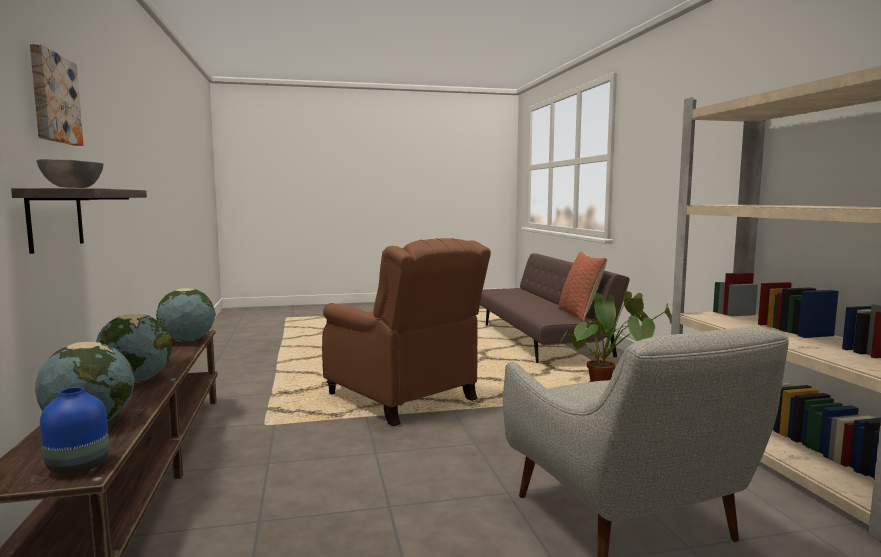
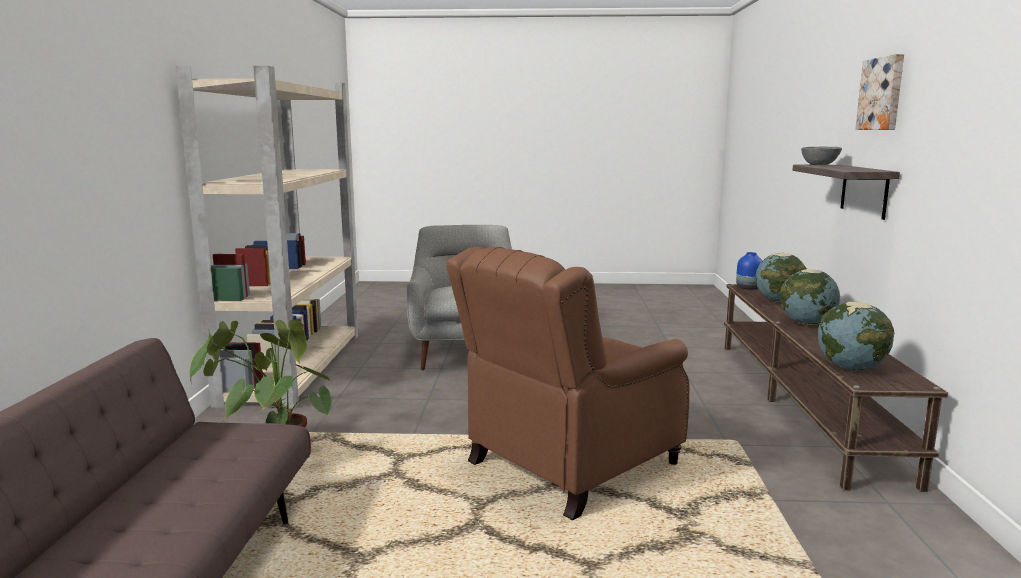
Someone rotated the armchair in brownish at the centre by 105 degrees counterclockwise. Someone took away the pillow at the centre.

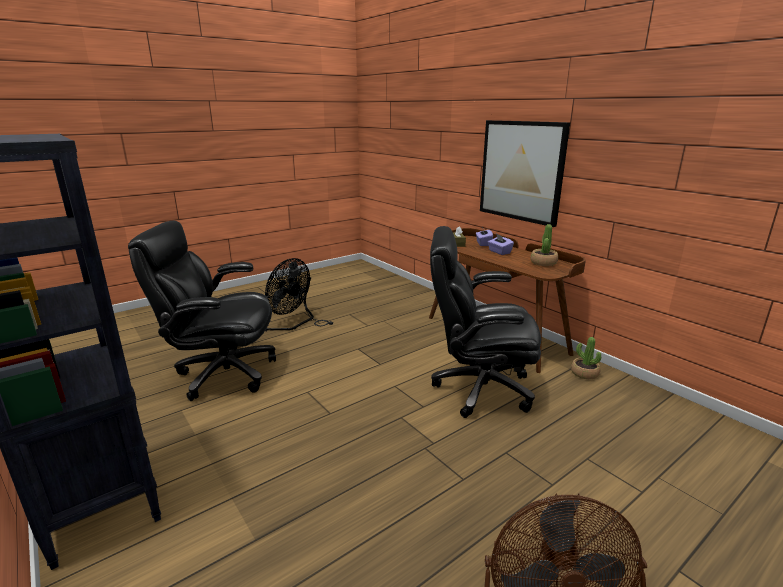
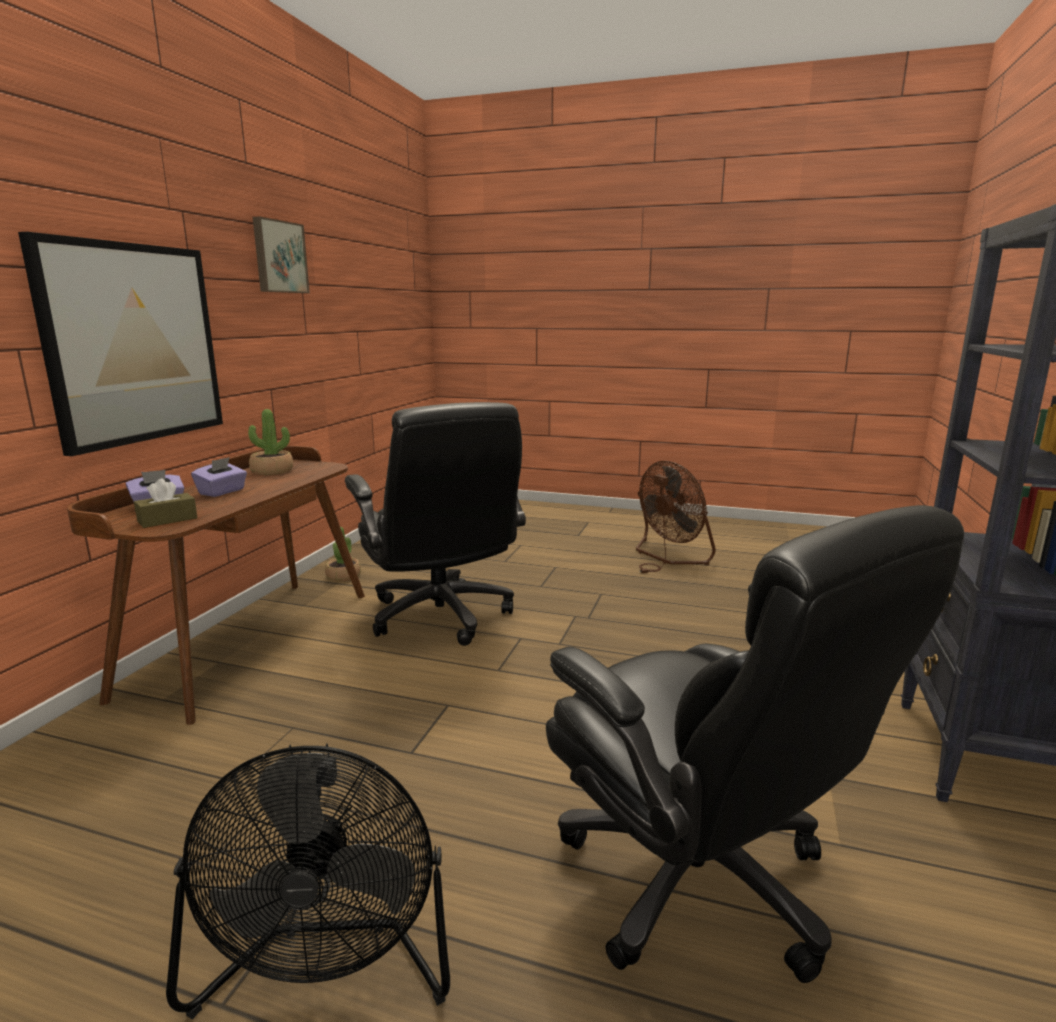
Someone put up the wall art (no. 2 from left) at the top left.

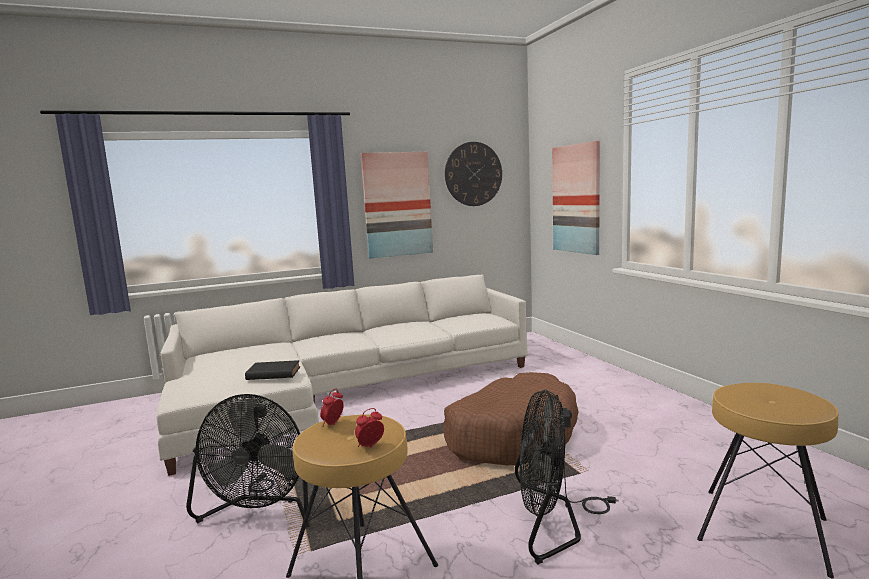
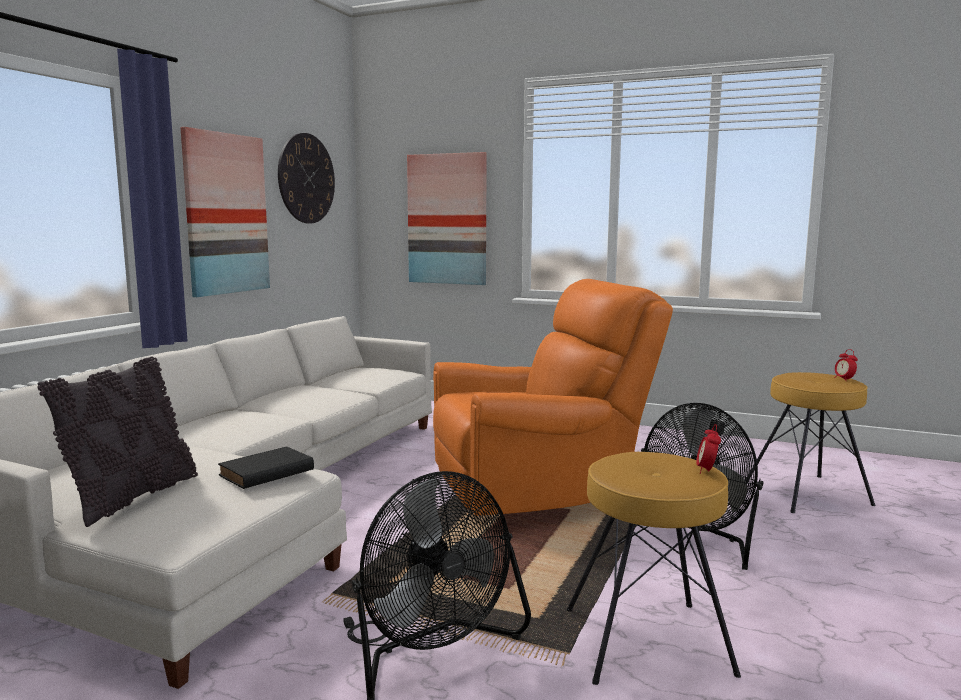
Someone put down the pillow in blackish at the middle left. Someone swapped the dog cushion in brownish at the bottom centre for the armchair in orange at the centre. Someone carried the bedside clock (no. 1 from left in the first image) from the bottom centre to the middle right.

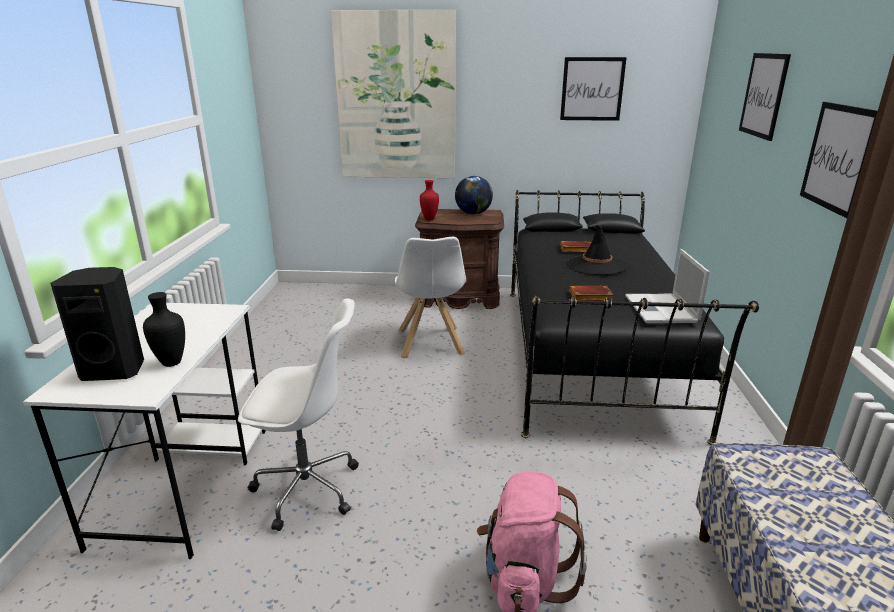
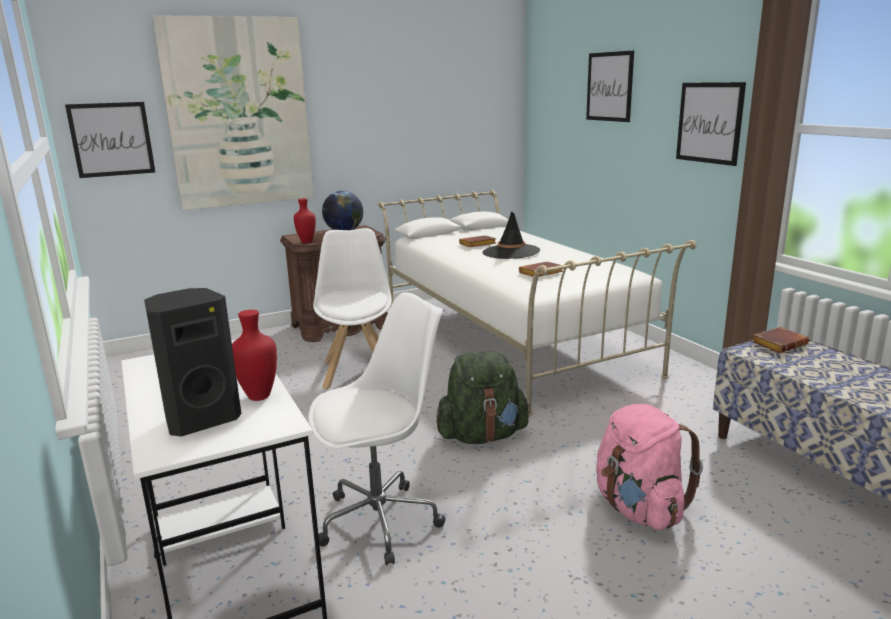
Someone carried the wall art (no. 2 from left in the first image) from the top centre to the top left. Someone repainted the vase in blackish at the middle left, which became the vase in reddish (no. 1 from left) at the middle left. Someone rotated the chair in white at the centre by 150 degrees counterclockwise. Someone repainted the bed in blackish at the middle right, which became the bed in white at the centre. Someone put down the backpack in green at the centre. Someone put down the bound book in brownish (no. 3 from left) at the middle right. Someone took away the portable computer at the middle right.

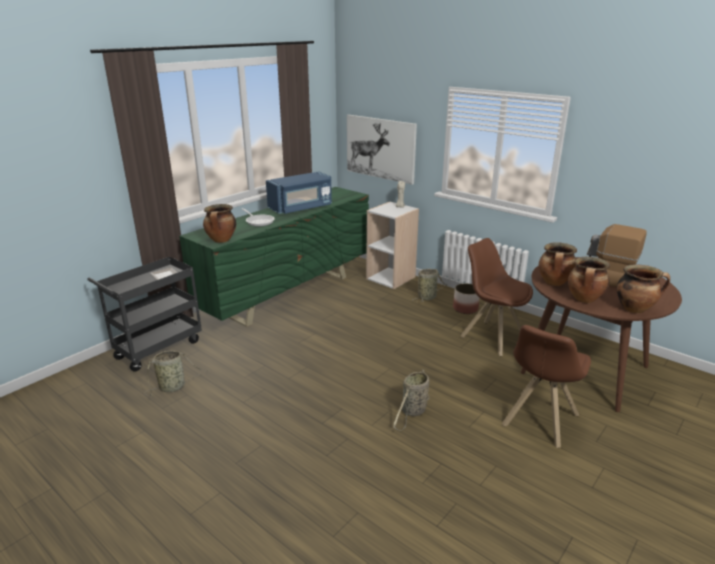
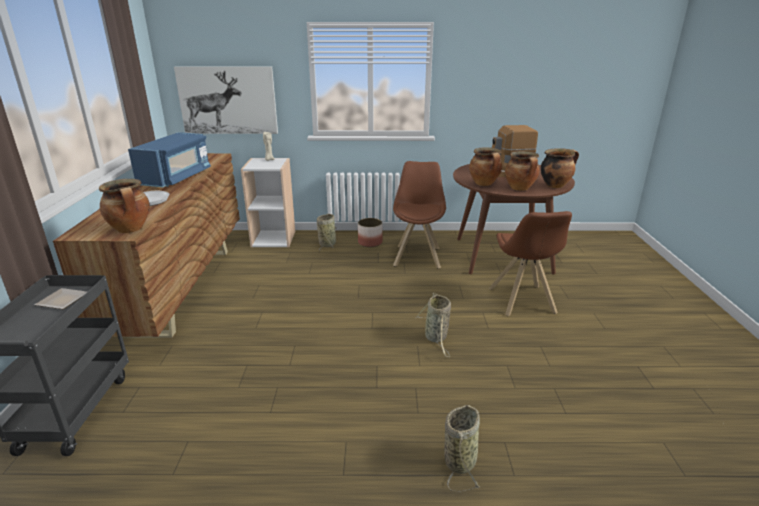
Someone repainted the storage cabinet in green at the centre, which became the storage cabinet in brownish at the middle left. Someone rotated the chair in brownish (no. 1 from left) at the middle right by 90 degrees clockwise. Someone carried the storage basket (no. 1 from left in the first image) from the middle left to the bottom centre.

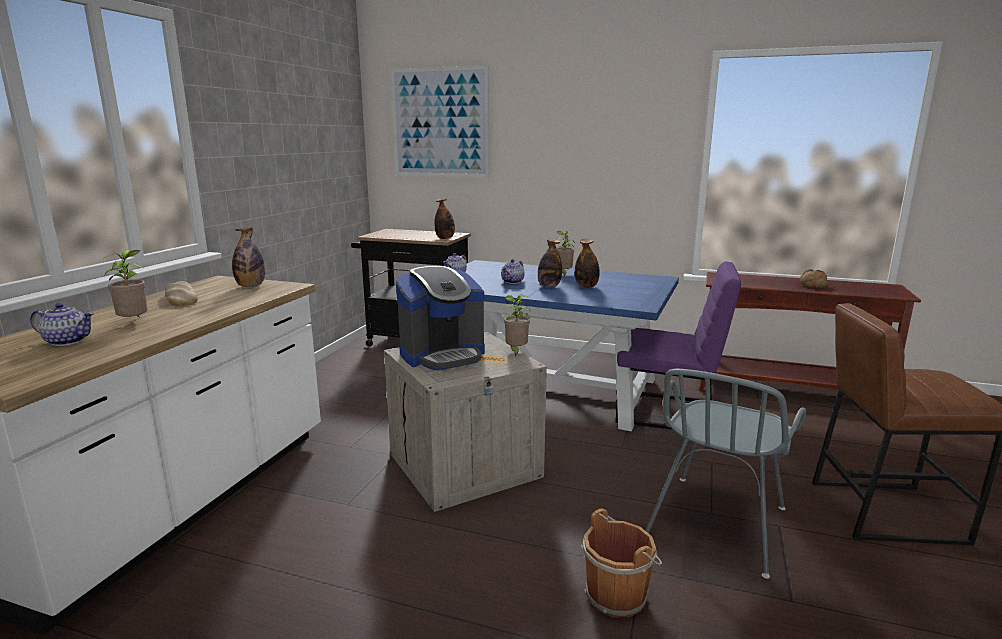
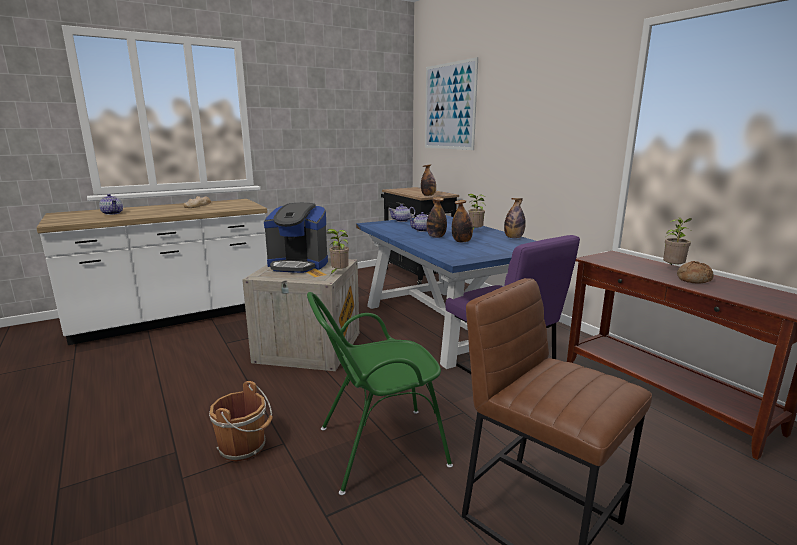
Someone repainted the chair in gray at the bottom right, which became the chair in green at the bottom centre. Someone carried the bottle (no. 1 from left in the first image) from the middle left to the centre. Someone carried the plant in a pot (no. 1 from left in the first image) from the middle left to the middle right.

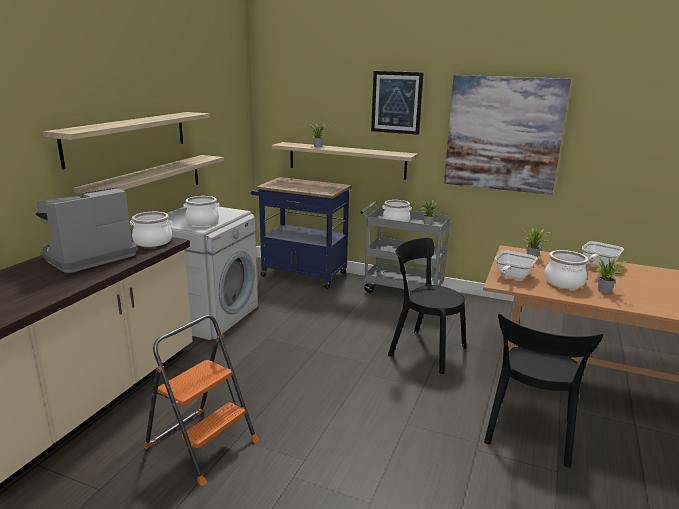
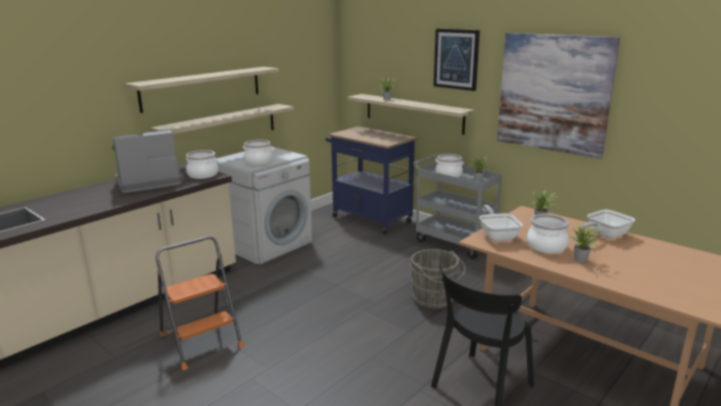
Someone swapped the chair in blackish (no. 1 from left) at the centre for the pail in gray at the bottom centre. Someone rotated the frying pan (no. 1 from left) at the middle right by 120 degrees clockwise.

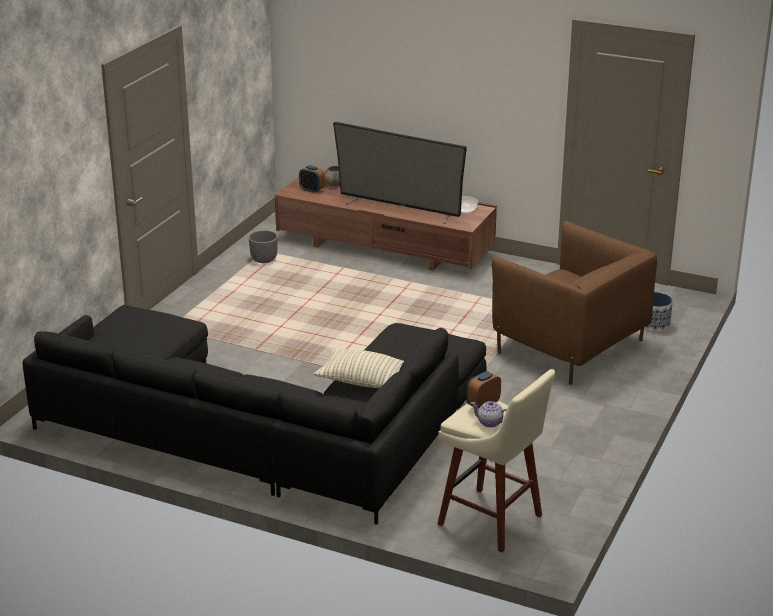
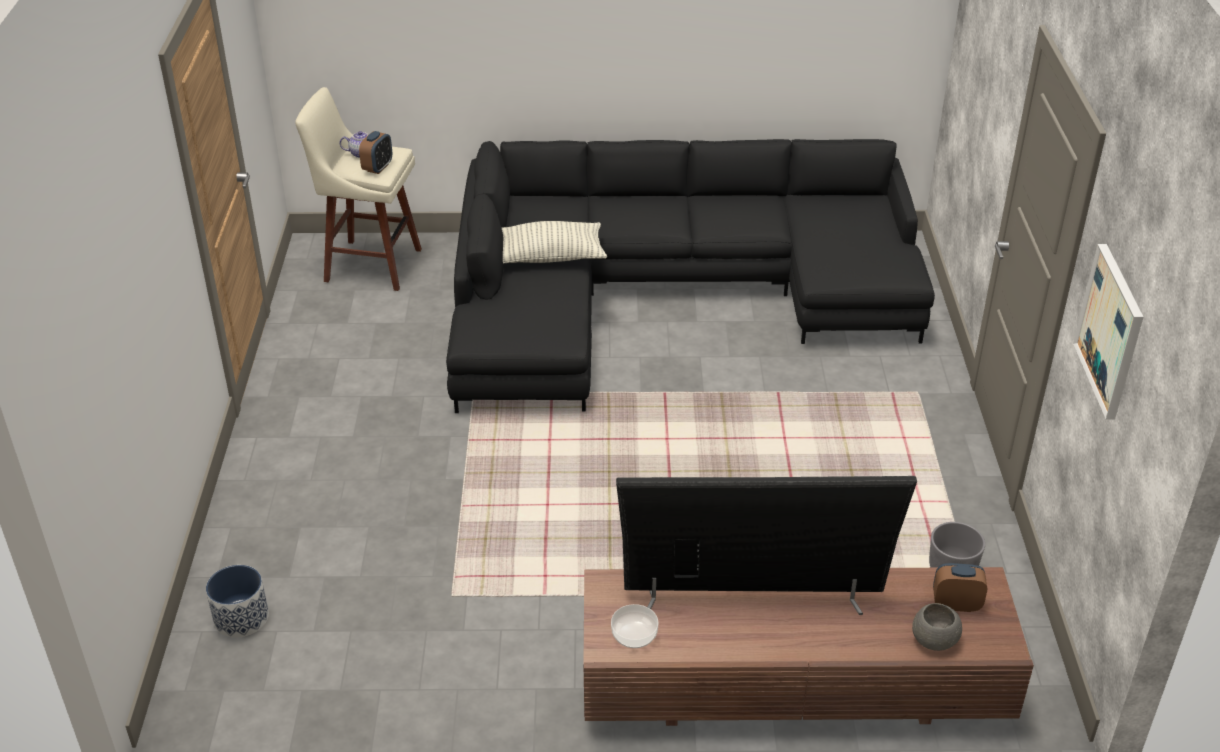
Someone put up the wall art at the middle right. Someone took away the armchair in brownish at the middle right.

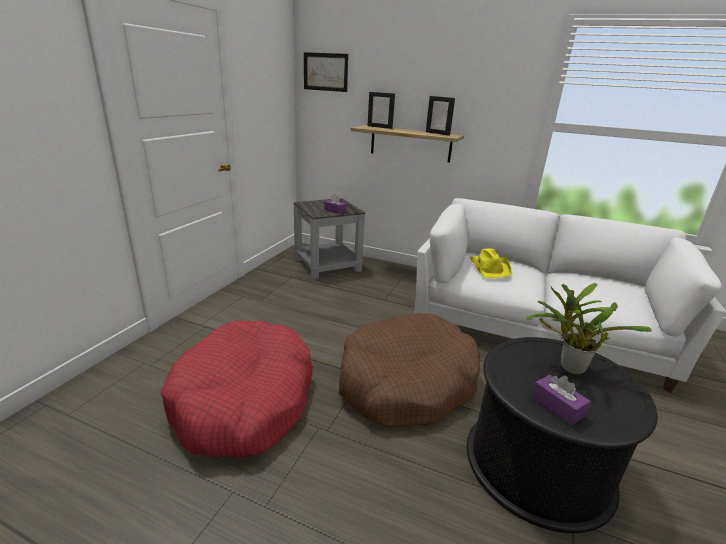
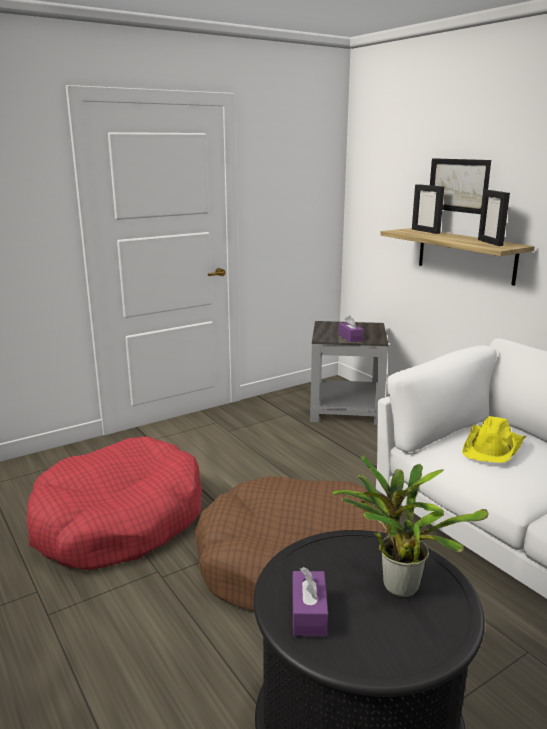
Someone carried the wall art from the top centre to the top right.

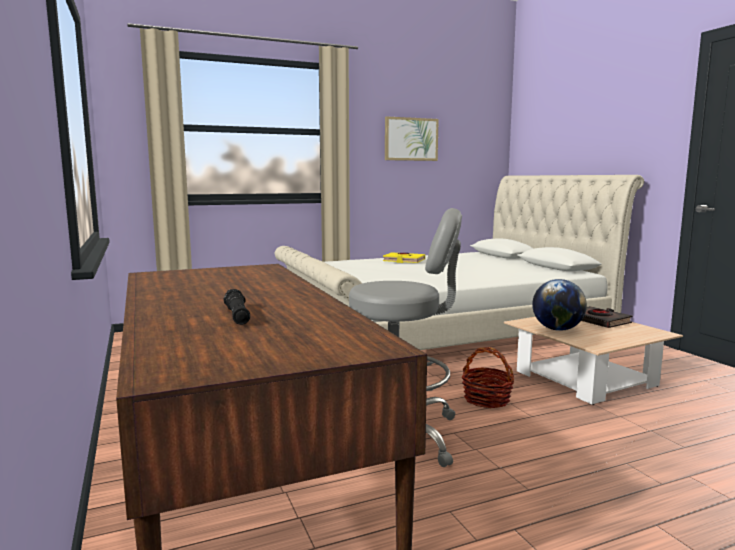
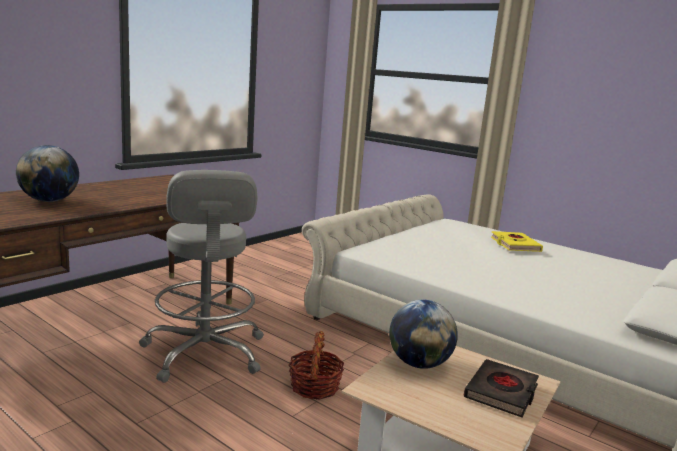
Someone swapped the flashlight in blackish at the middle left for the world globe (no. 1 from left) at the middle left. Someone took away the wall art at the top centre.

